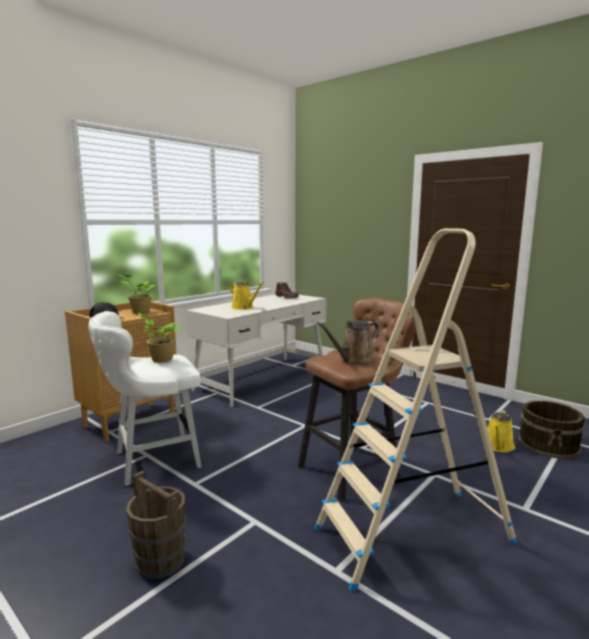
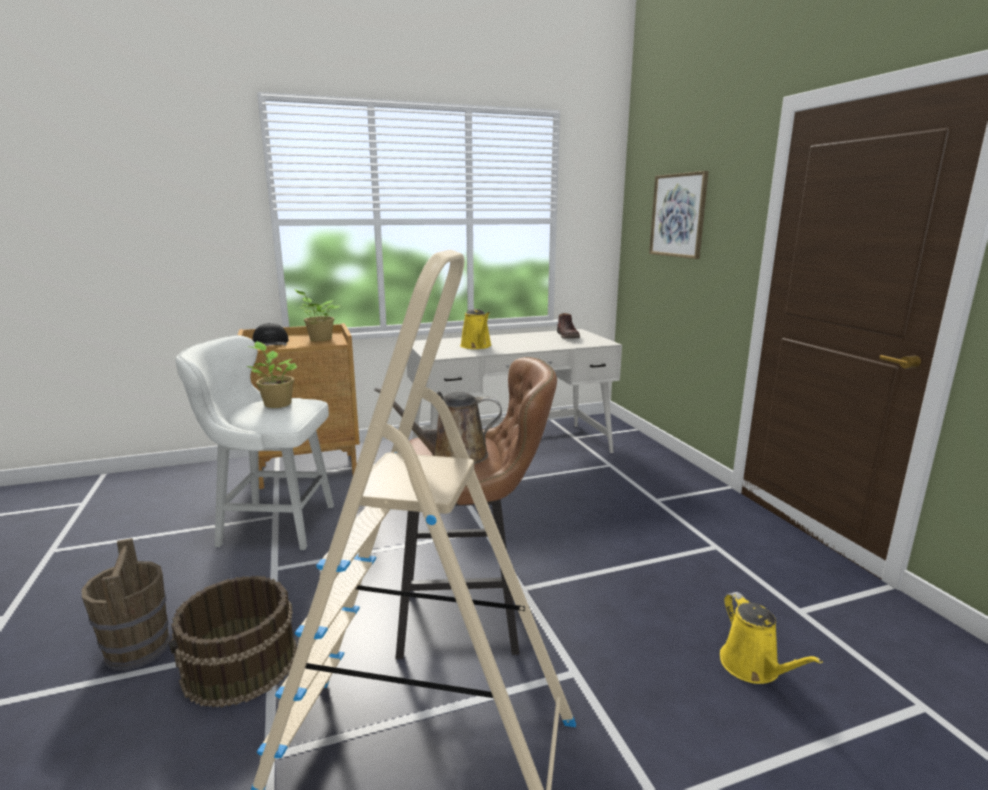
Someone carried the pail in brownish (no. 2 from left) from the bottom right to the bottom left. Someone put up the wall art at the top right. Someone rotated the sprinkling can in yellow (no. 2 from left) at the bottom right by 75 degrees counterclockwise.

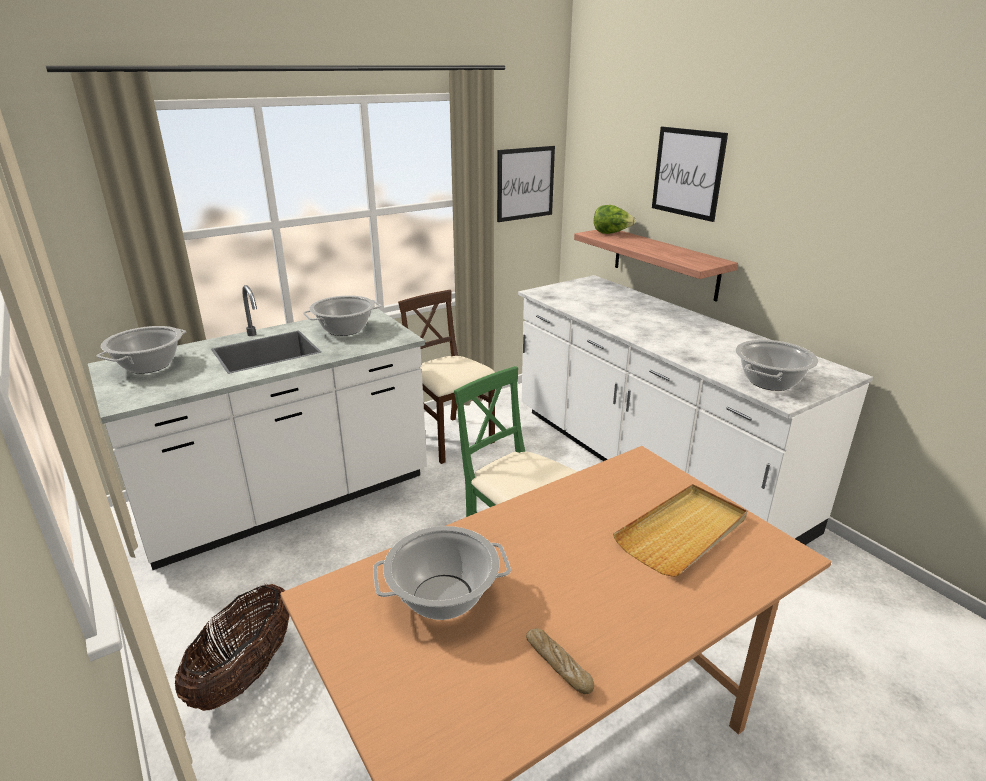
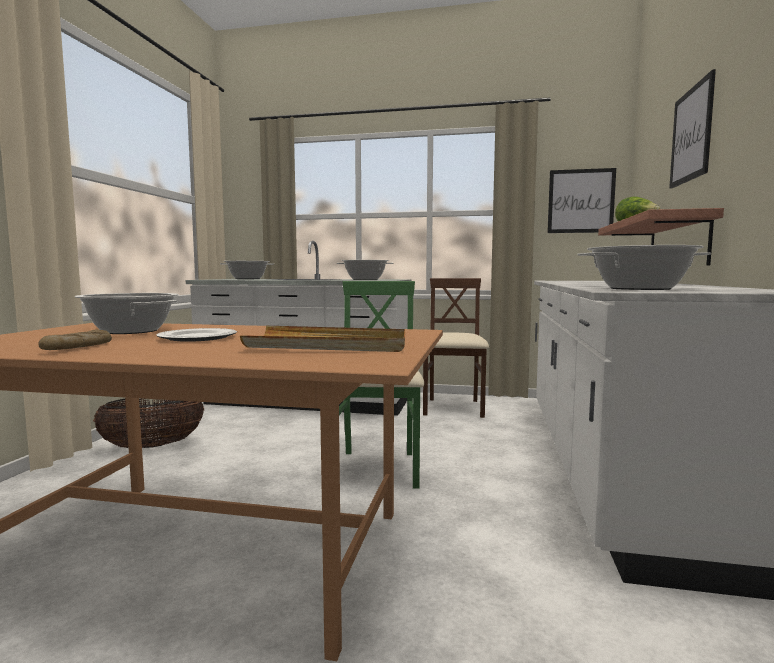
Someone put down the dinner plate at the middle left.

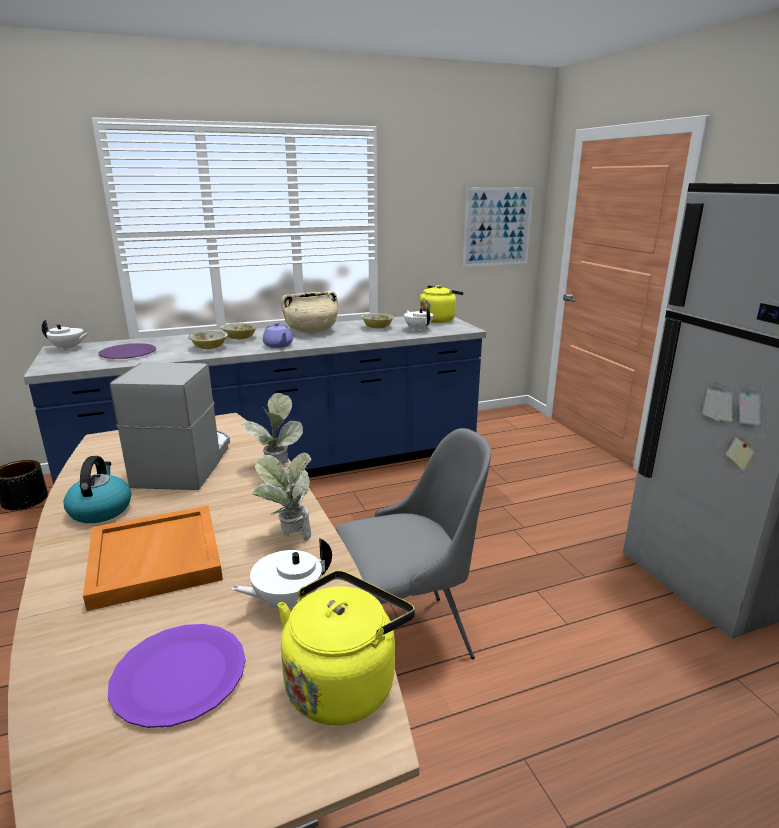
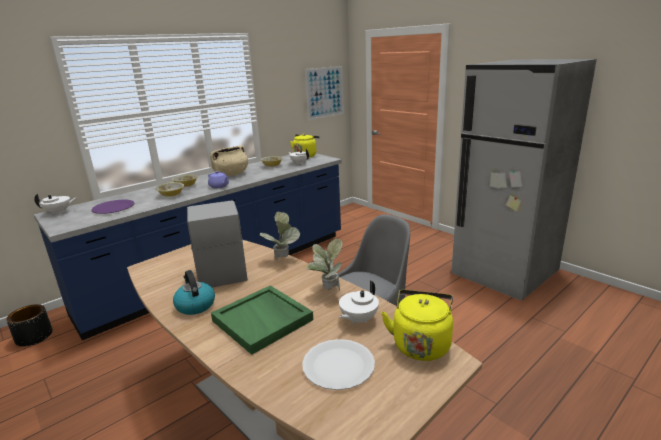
Someone repainted the carrying tray in orange at the bottom left, which became the carrying tray in green at the bottom centre. Someone repainted the dinner plate in purple (no. 2 from left) at the bottom left, which became the dinner plate in white at the bottom centre.

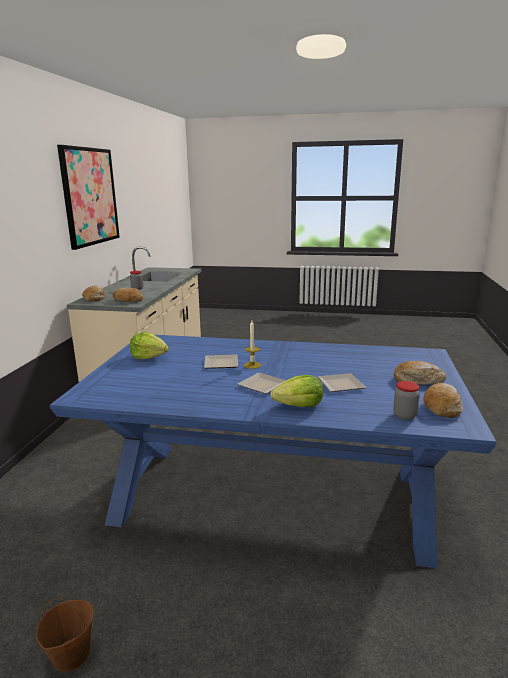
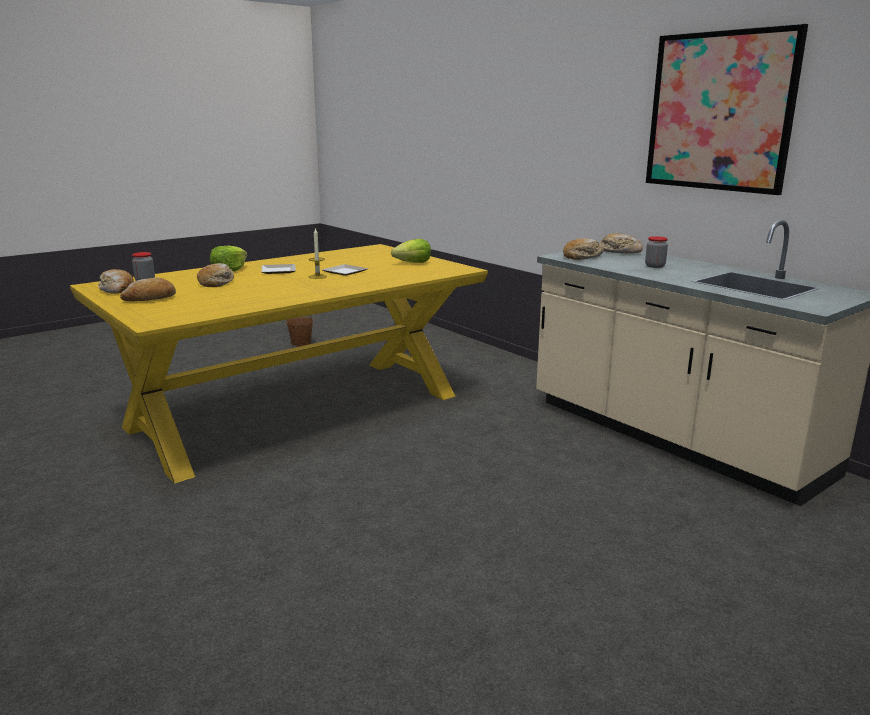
Someone repainted the dinner table in bluish at the centre, which became the dinner table in yellow at the middle left. Someone swapped the dinner plate (no. 3 from left) at the middle right for the bread (no. 3 from left) at the middle left.

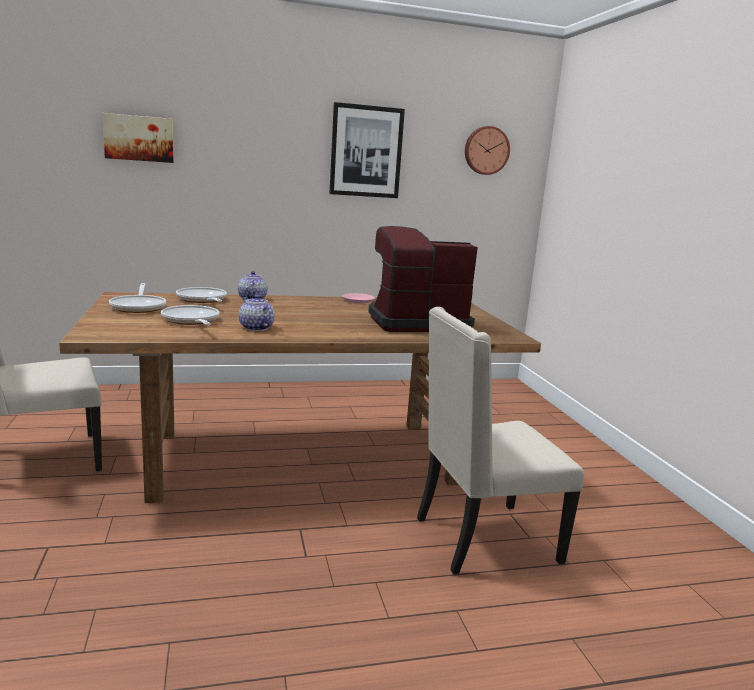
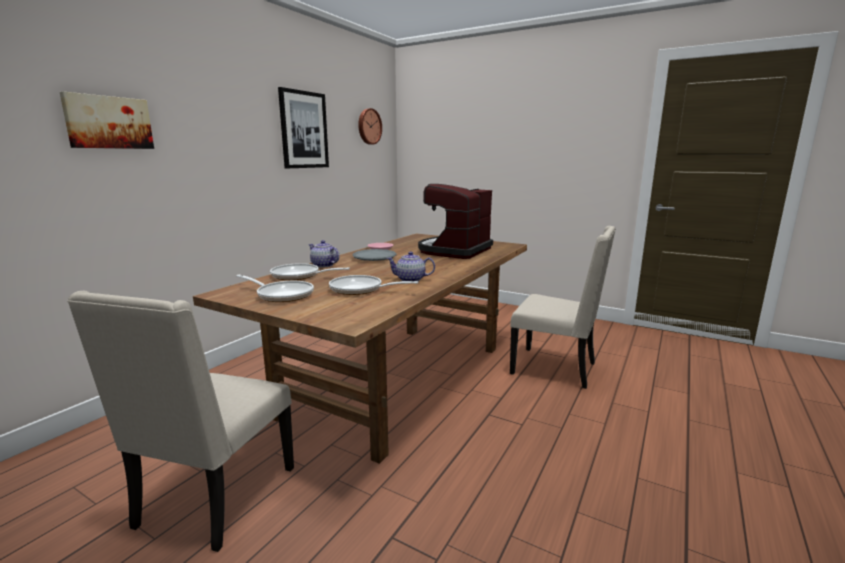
Someone put down the dinner plate in gray at the centre. Someone rotated the chair in beige (no. 2 from left) at the centre by 90 degrees counterclockwise.

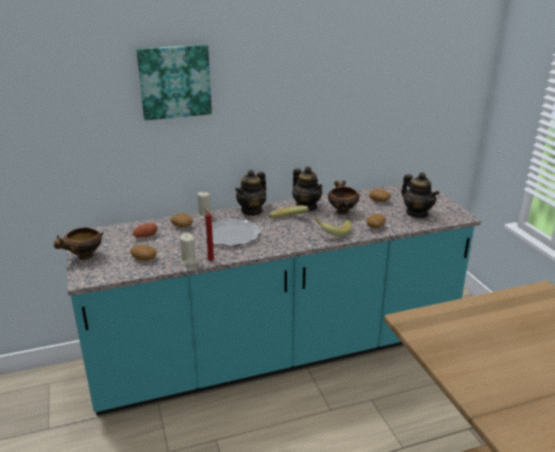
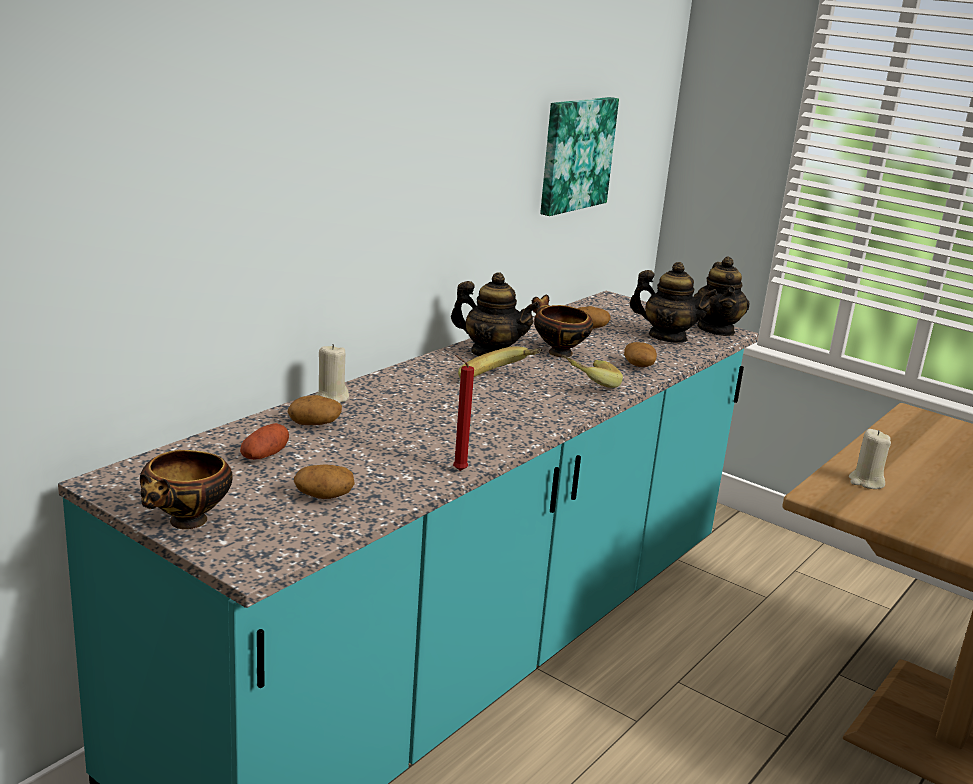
Someone carried the wall art from the top left to the top centre. Someone carried the teapot (no. 1 from left in the first image) from the centre to the middle right. Someone carried the wax light in beige (no. 1 from left in the first image) from the centre to the middle right. Someone took away the dinner plate at the centre.

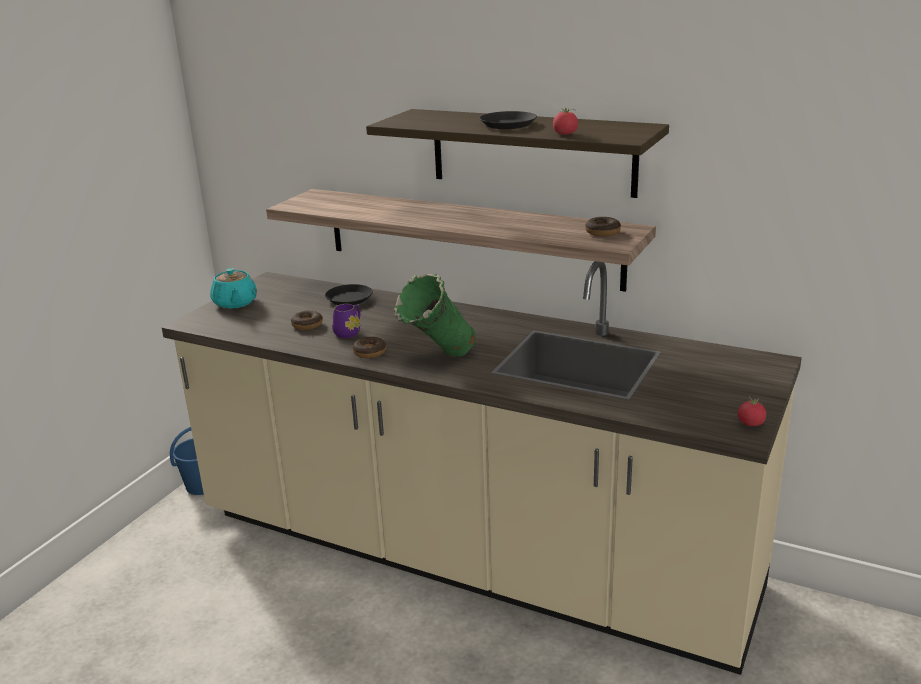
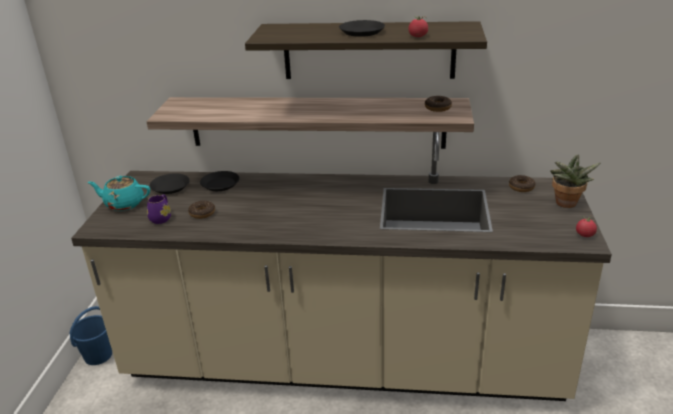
Someone rotated the teapot in turquoise-coloured at the middle left by 135 degrees clockwise. Someone carried the mug in purple from the centre to the middle left. Someone put down the dinner plate in blackish (no. 1 from left) at the middle left. Someone carried the doughnut (no. 2 from left in the first image) from the centre to the middle right. Someone put down the plant in a pot at the middle right. Someone took away the vase in green at the centre.

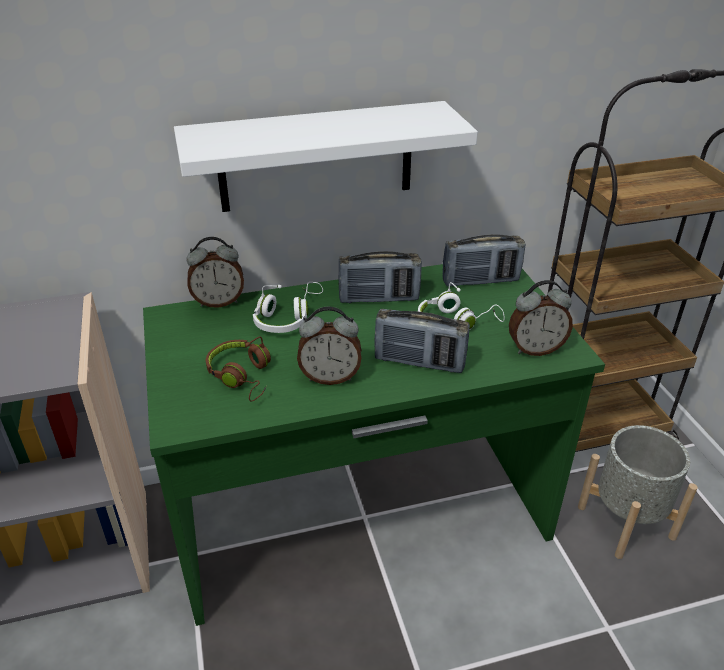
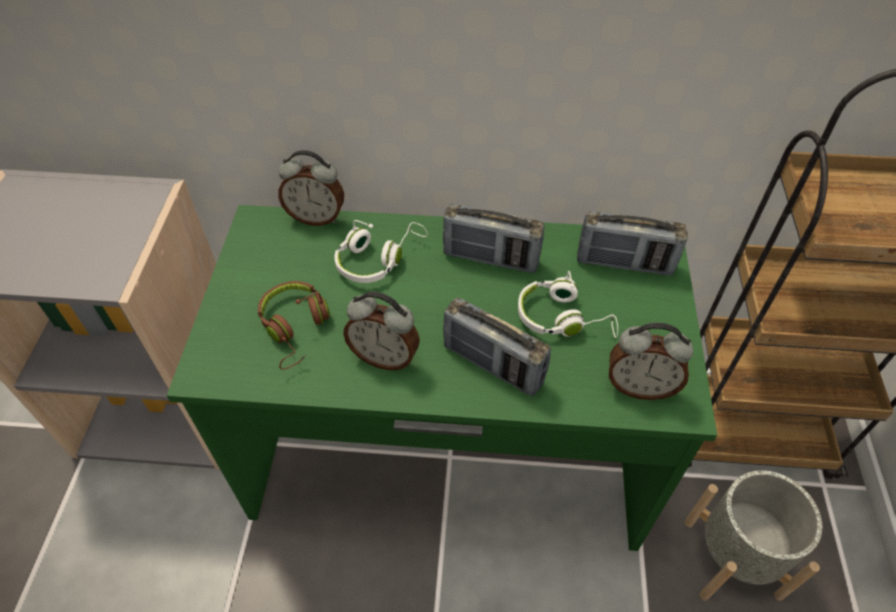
Someone took away the wall shelf in white at the top centre.

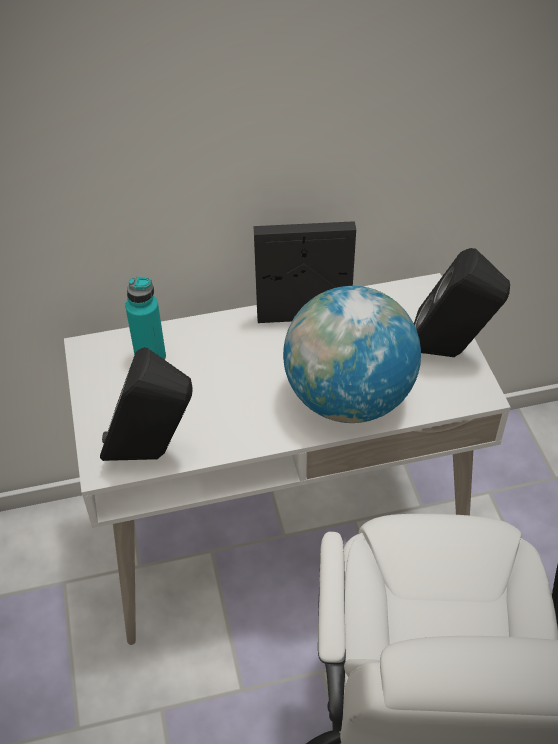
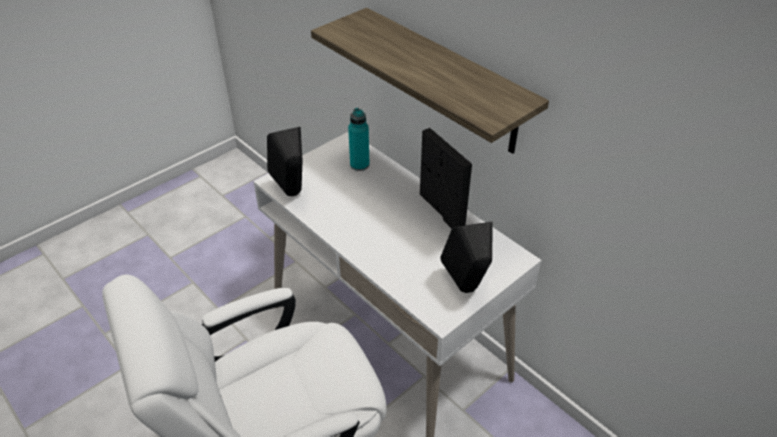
Someone put up the wall shelf at the top centre. Someone took away the world globe at the centre.

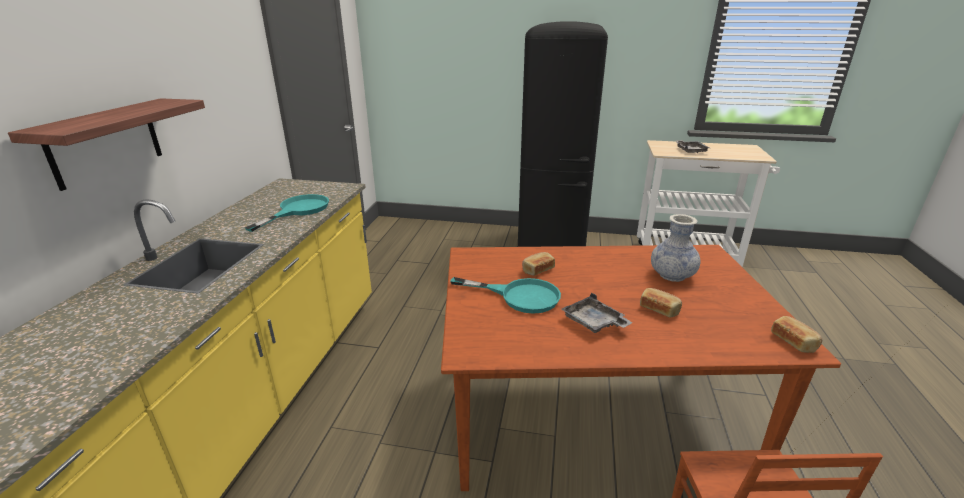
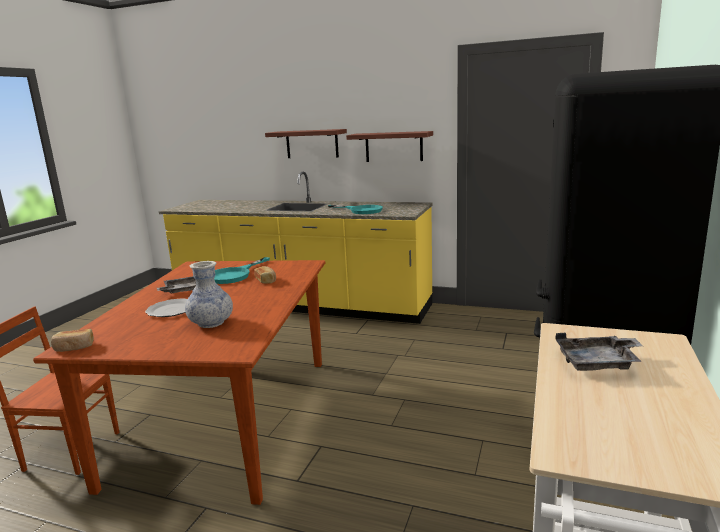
Someone swapped the bread (no. 2 from left) at the middle right for the dinner plate at the middle left. Someone put up the wall shelf (no. 2 from left) at the top centre.

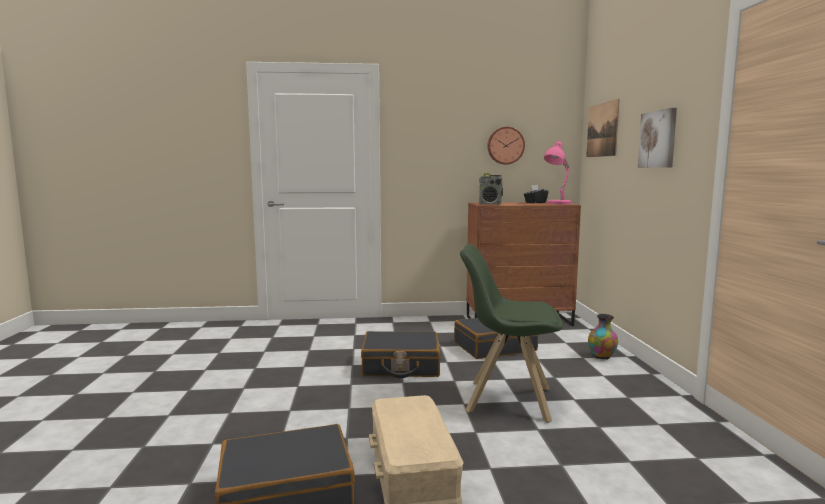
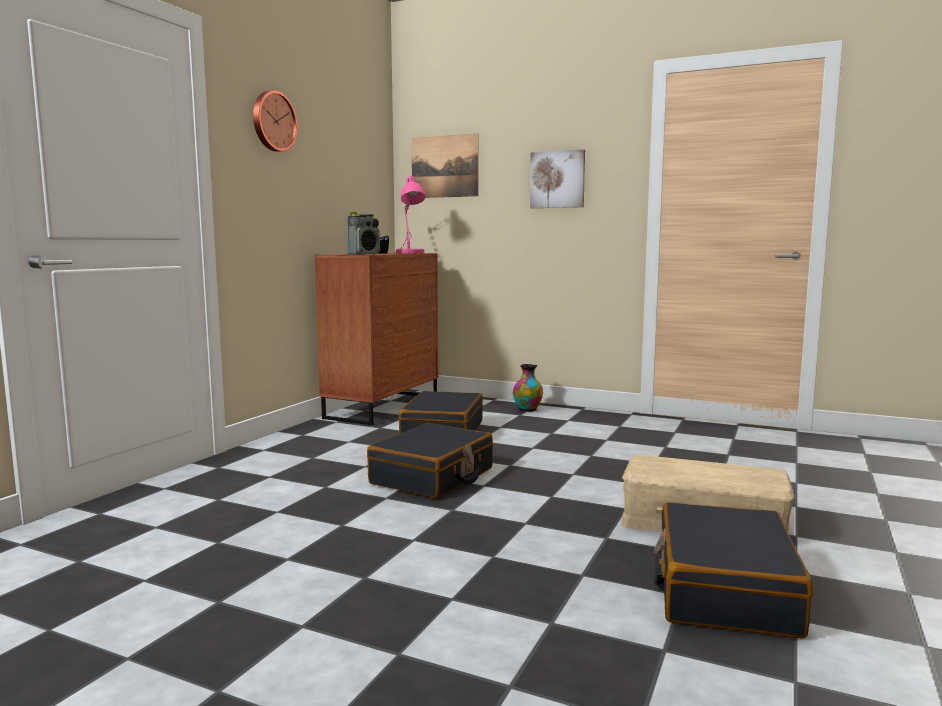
Someone carried the wall clock from the top centre to the top left. Someone took away the chair in green at the centre.

